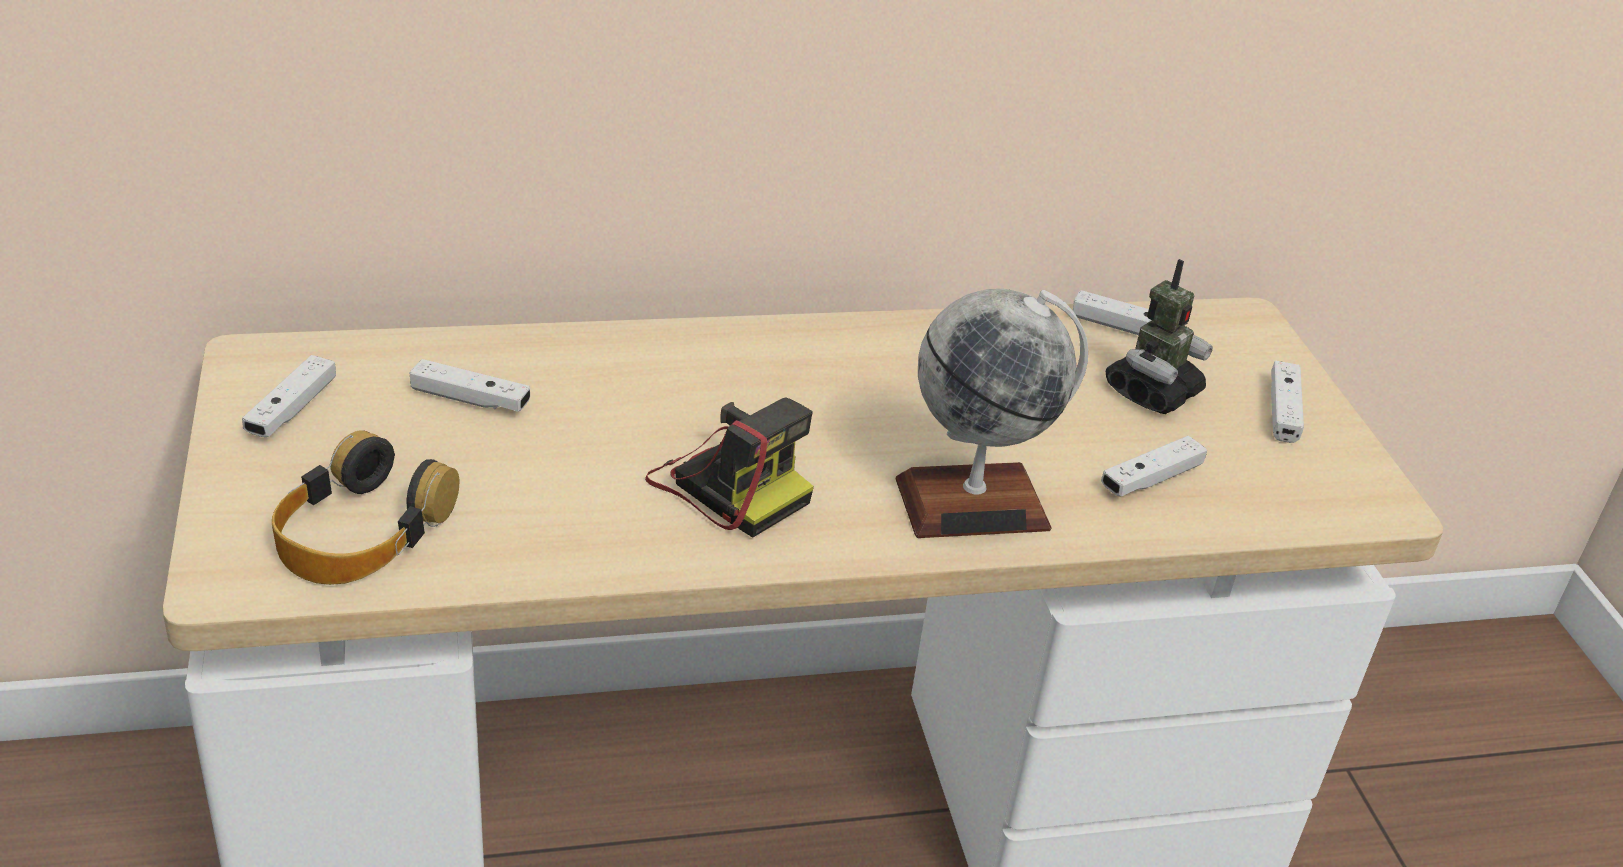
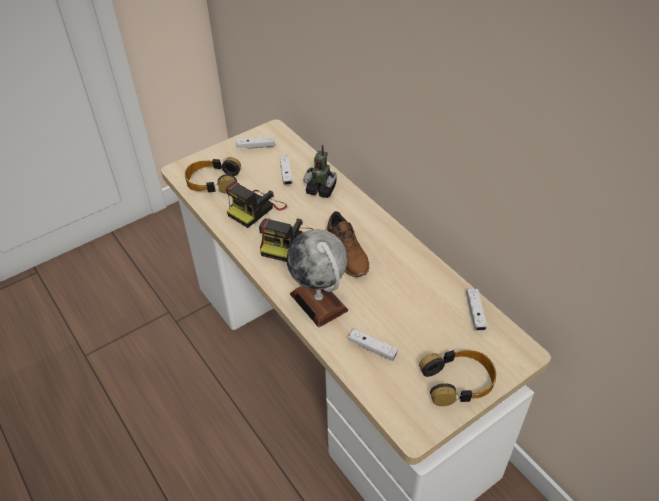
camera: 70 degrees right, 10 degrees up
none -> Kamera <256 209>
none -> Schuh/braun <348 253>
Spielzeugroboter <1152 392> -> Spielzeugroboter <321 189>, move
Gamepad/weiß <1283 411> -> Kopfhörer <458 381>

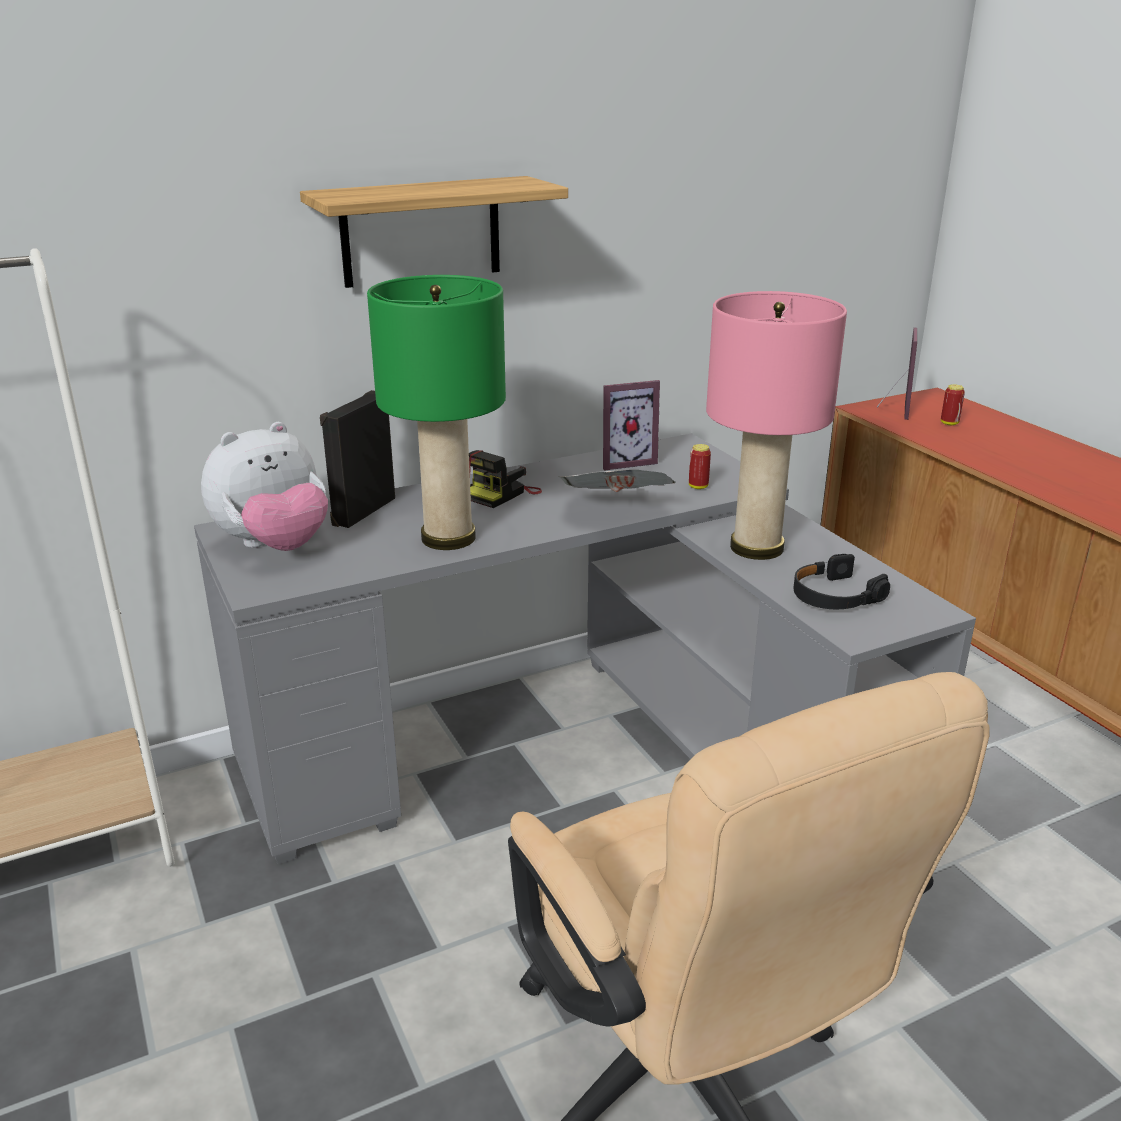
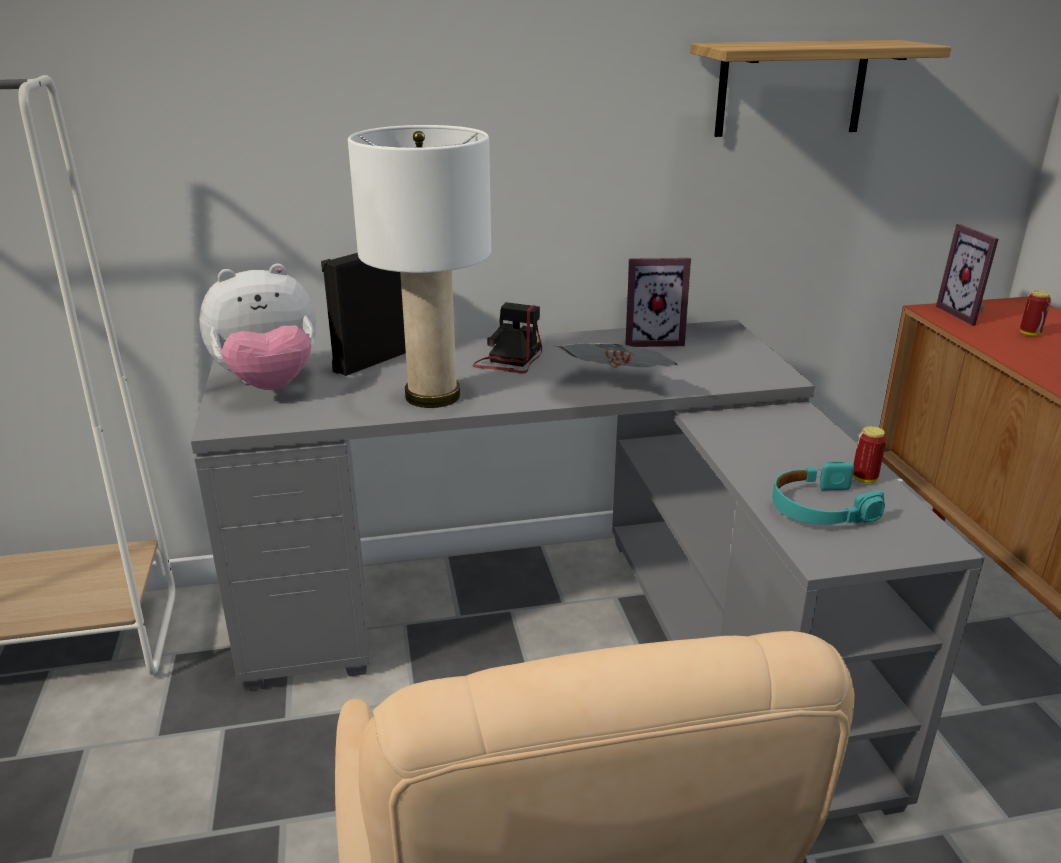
camera: 15 degrees right, 0 degrees up
Tischlampe/rosa <757 547> -> none
Wandregal <421 231> -> Wandregal <791 88>, move
Dose <698 487> -> Dose <864 479>, move
Tischlampe/grün <449 538> -> Tischlampe/weiß <433 396>
Kopfhörer/schwarz <834 595> -> Kopfhörer/türkis <820 508>
Kamera <502 494> -> Kamera <510 360>, 150 degrees clockwise
Bilderrahmen <892 410> -> Bilderrahmen <967 314>, 135 degrees clockwise

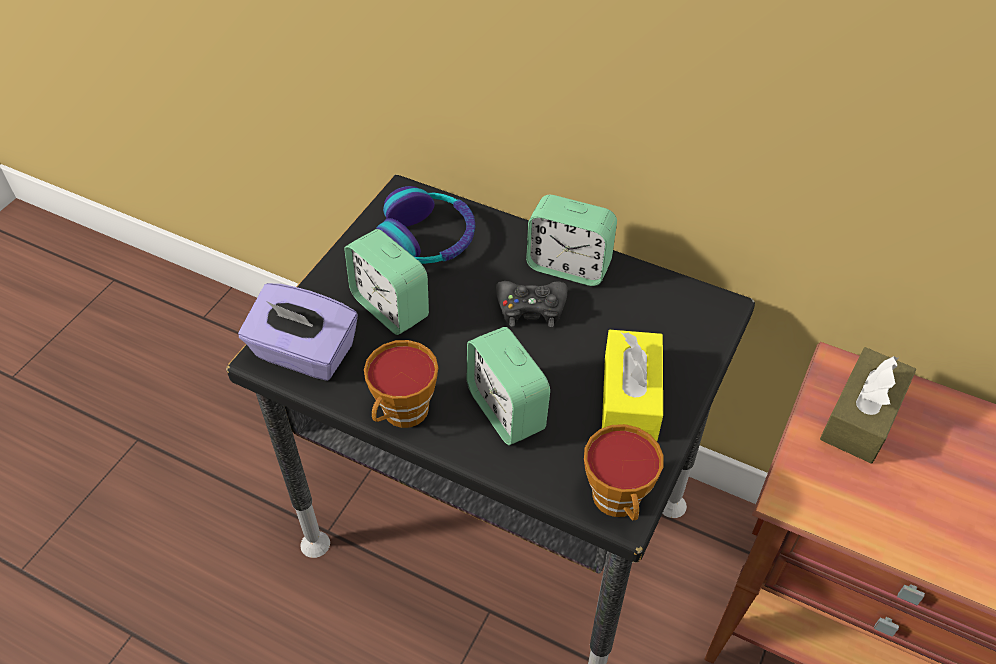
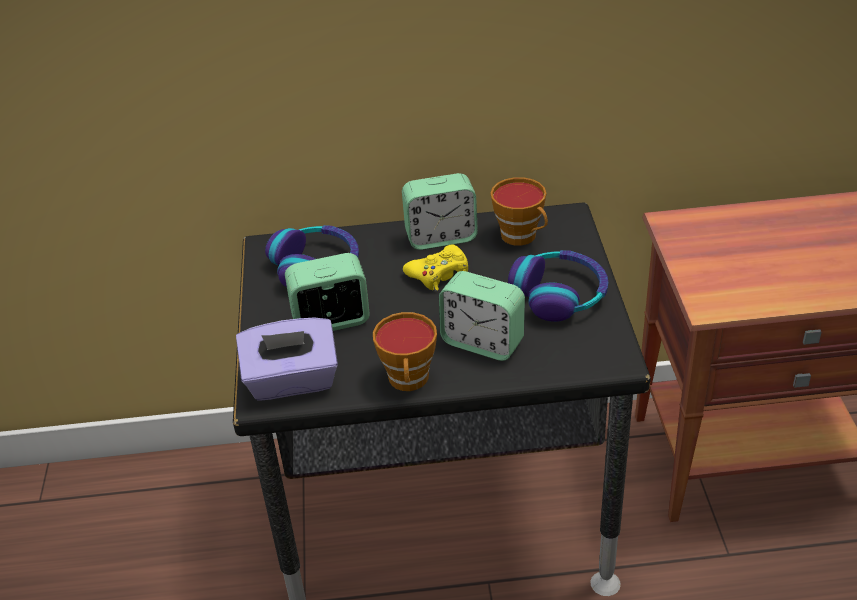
camera: 30 degrees left, 10 degrees down
Taschentuchbox/braun <861 416> -> none
Tasse <619 501> -> Tasse <522 236>, move
Taschentuchbox/gelb <630 397> -> Kopfhörer <560 294>
Gamepad/schwarz <531 308> -> Gamepad/gelb <439 274>
Wecker <390 307> -> Wecker <331 321>, 150 degrees clockwise

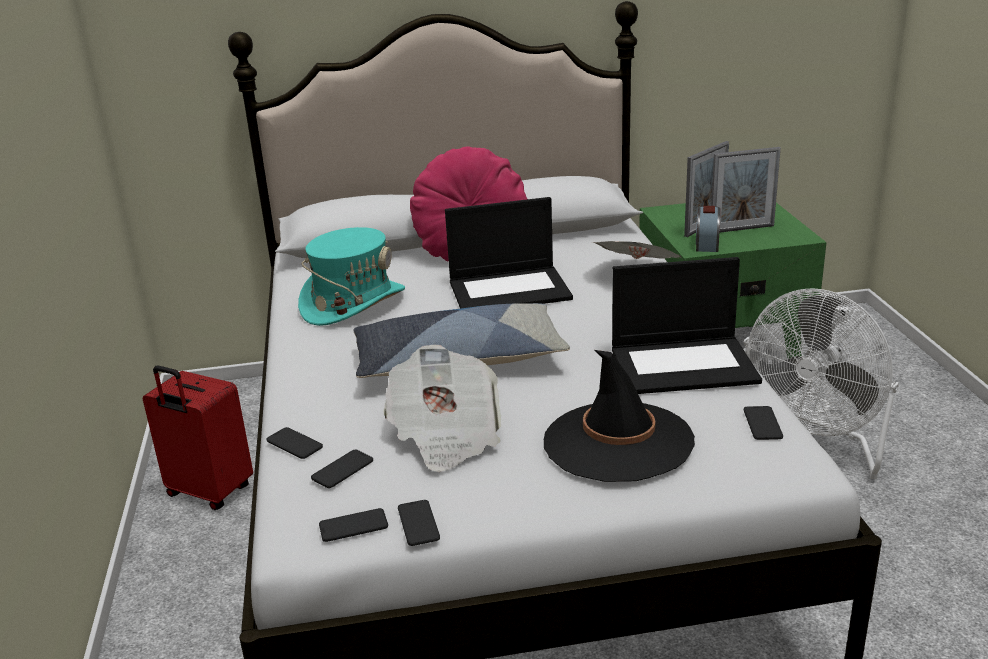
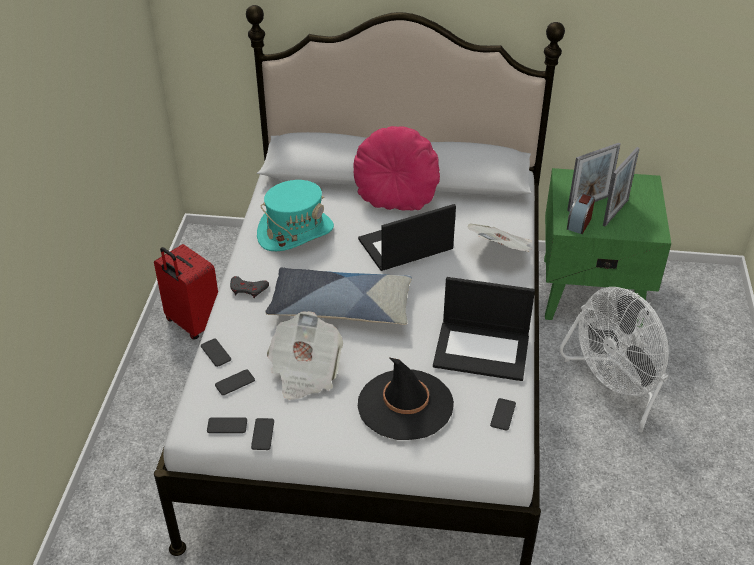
camera: 15 degrees right, 15 degrees up
none -> Gamepad/grau <248 289>
Laptop <510 289> -> Laptop <405 246>, 150 degrees clockwise
Bilderrahmen <742 229> -> Bilderrahmen <615 212>, 60 degrees counterclockwise

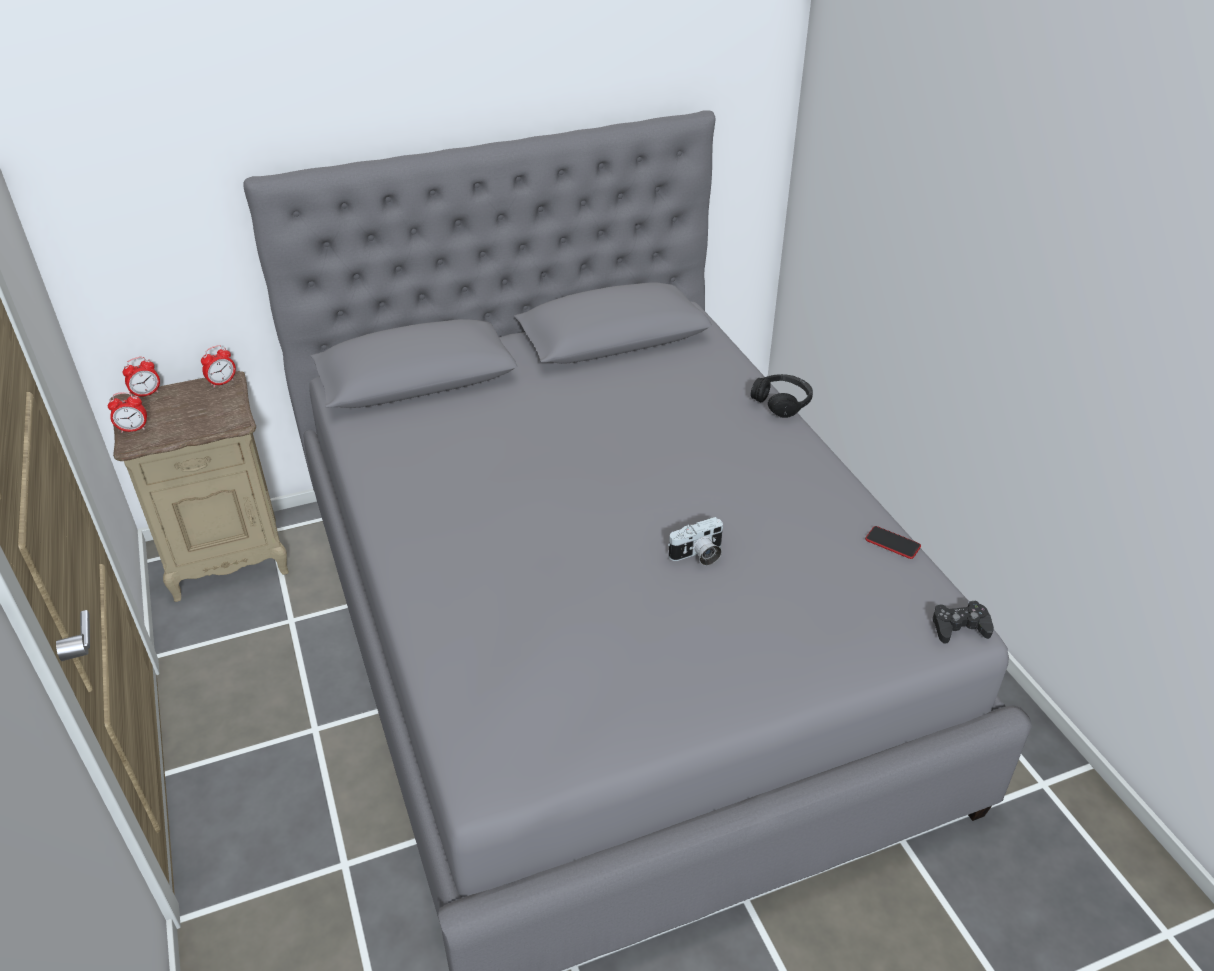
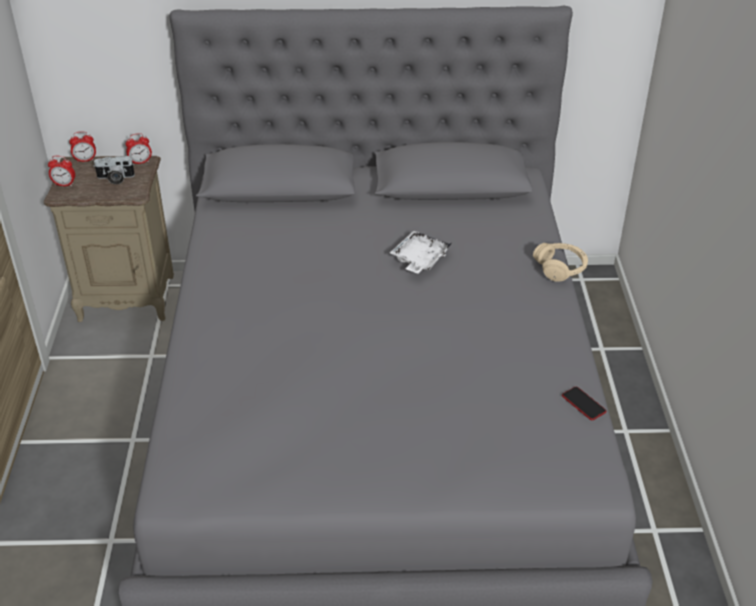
camera: 20 degrees right, 0 degrees up
Gamepad/schwarz <959 627> -> none
none -> Tablett/weiß <419 260>
Kamera <698 555> -> Kamera <115 178>, move
Kopfhörer/schwarz <782 402> -> Kopfhörer/beige <560 268>

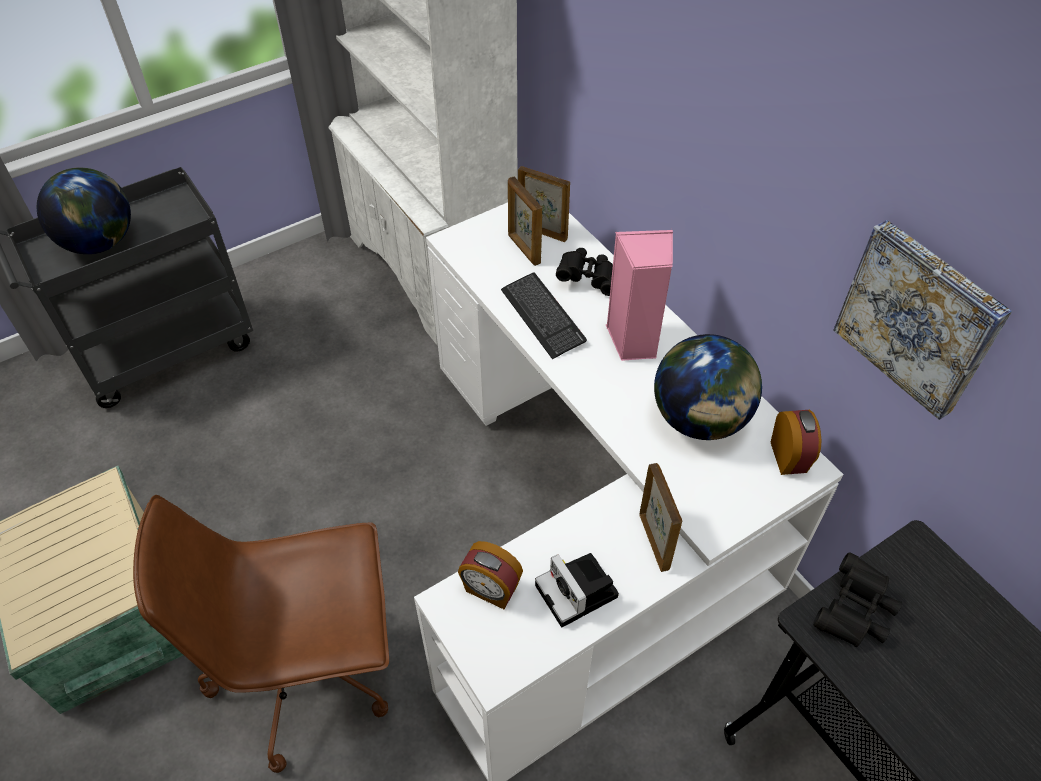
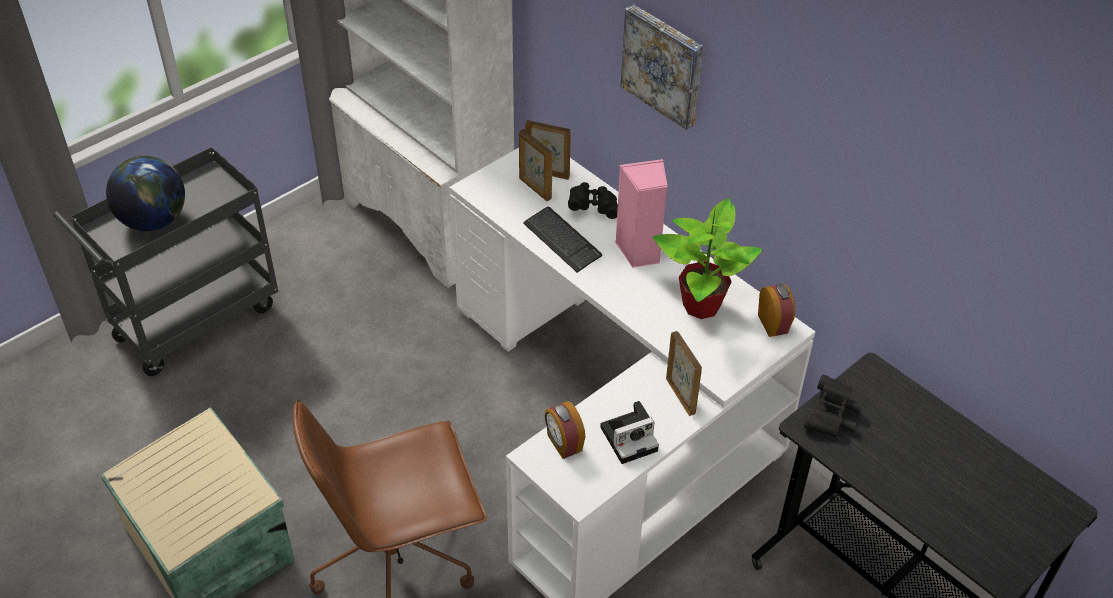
camera: 10 degrees left, 5 degrees down
Bild <919 317> -> Bild <664 65>, move
Globus <700 419> -> Topfpflanze <701 304>
Wecker <491 590> -> Wecker <563 443>, 45 degrees clockwise
Kamera <579 593> -> Kamera <630 437>, 75 degrees counterclockwise

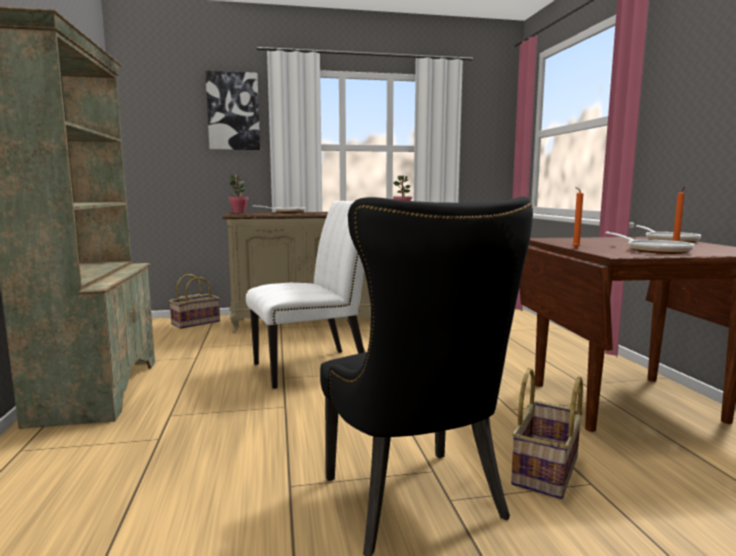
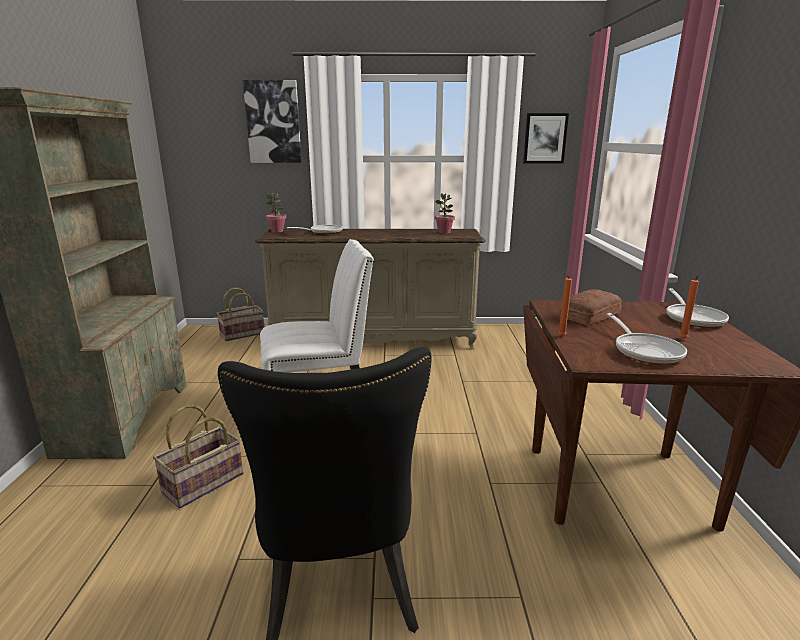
camera: 10 degrees right, 10 degrees up
none -> Bild <545 138>
none -> Brot <588 315>
Korb <547 471> -> Korb <203 483>, move

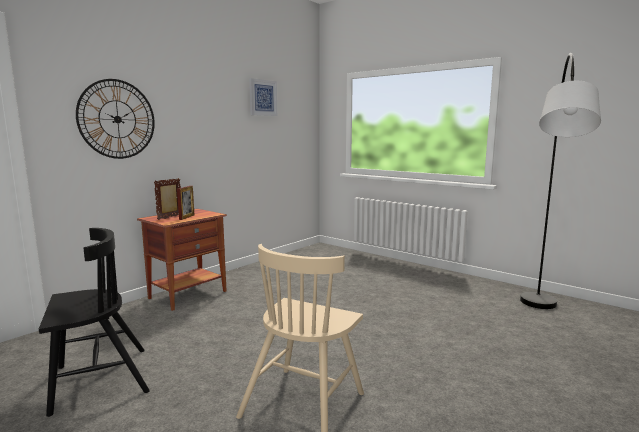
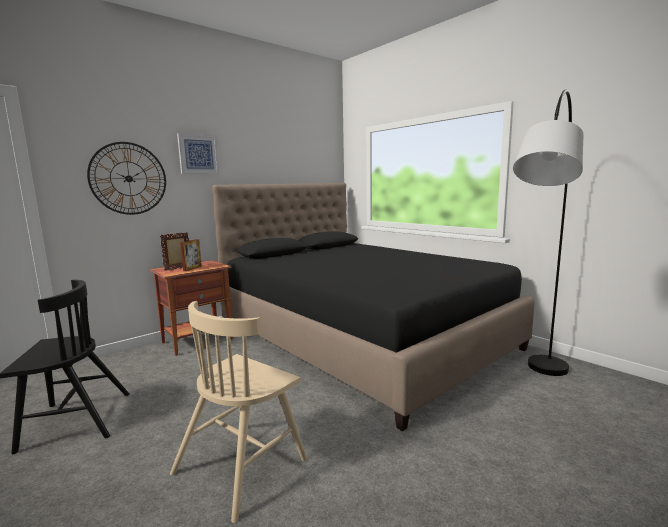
camera: 10 degrees right, 0 degrees up
none -> Bett/schwarz <360 336>
Bild <262 98> -> Bild <198 154>, move

